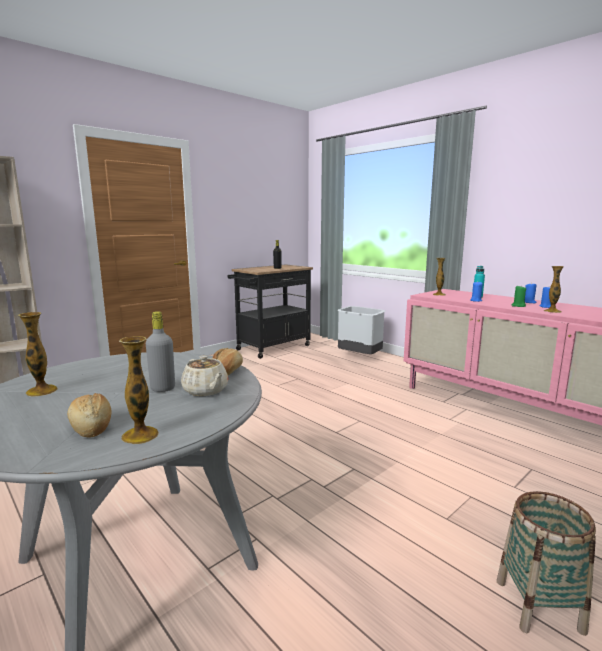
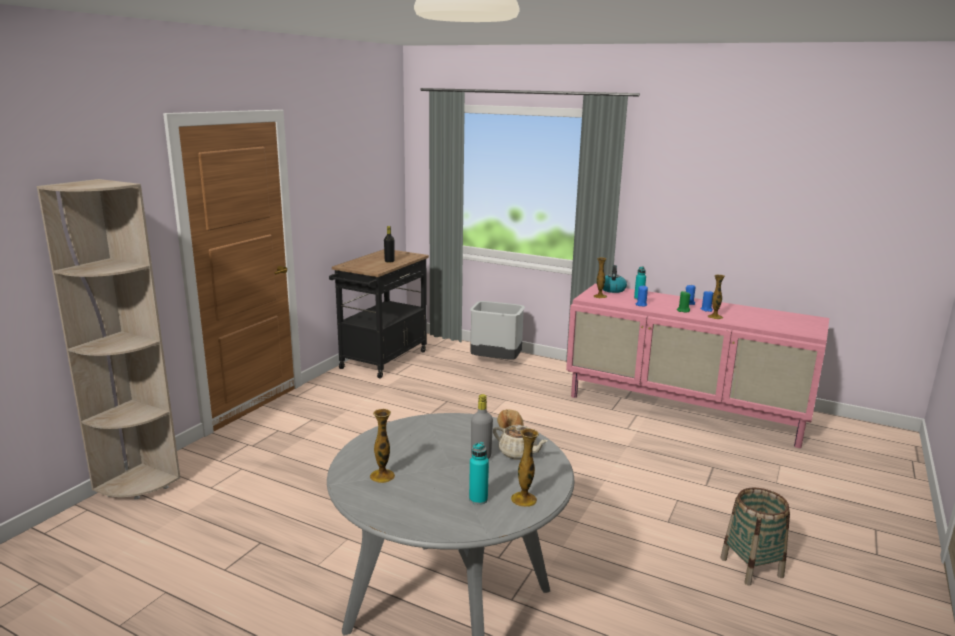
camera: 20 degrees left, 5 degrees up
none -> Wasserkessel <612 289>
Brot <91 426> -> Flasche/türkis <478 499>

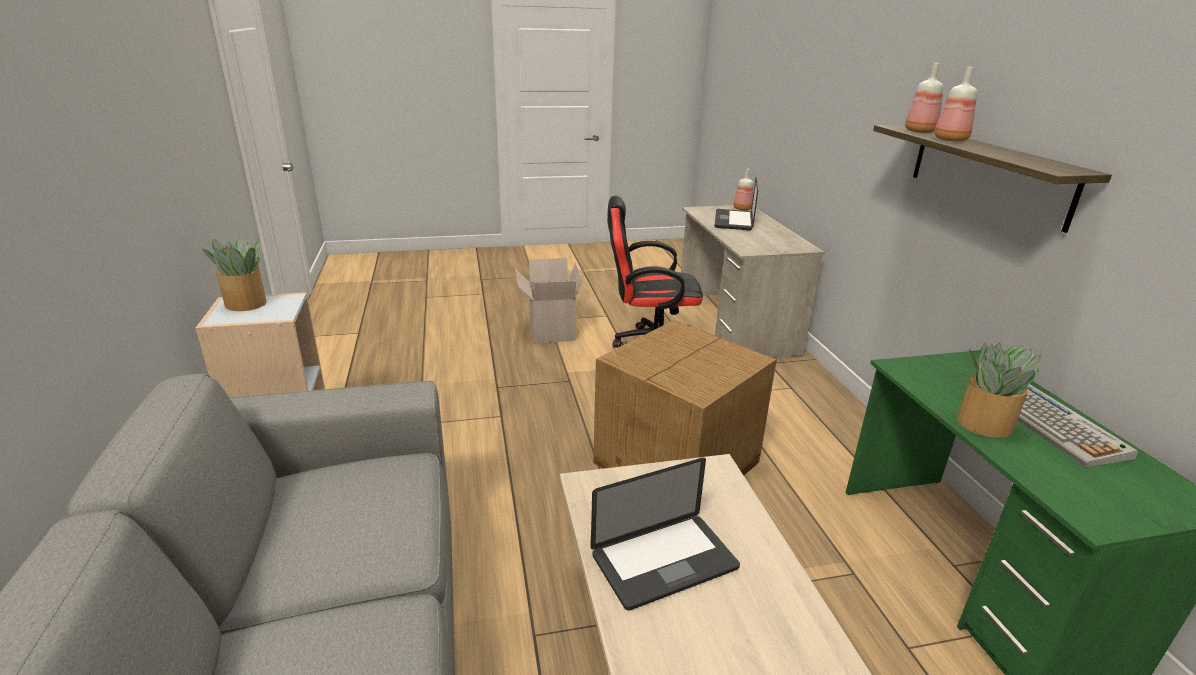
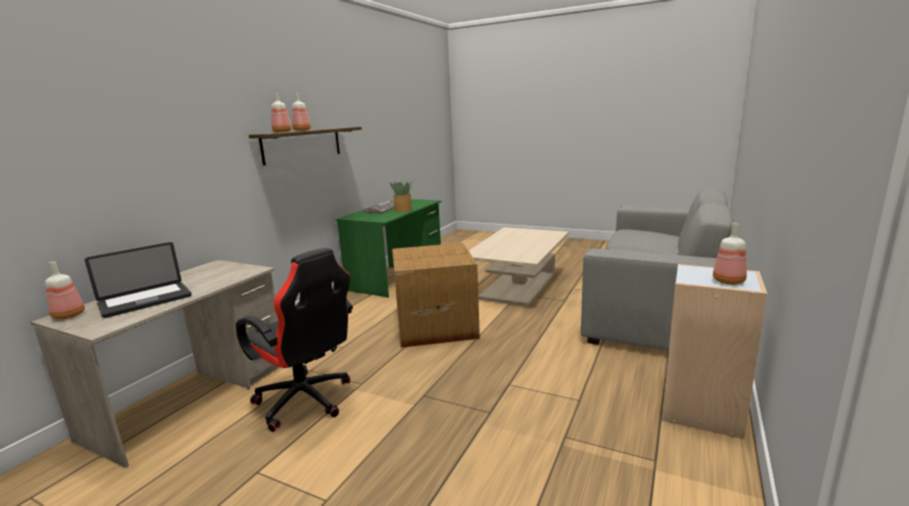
camera: 140 degrees left, 10 degrees down
Karton <550 331> -> none
Laptop <664 562> -> none
Topfpflanze <246 304> -> Flasche <729 281>

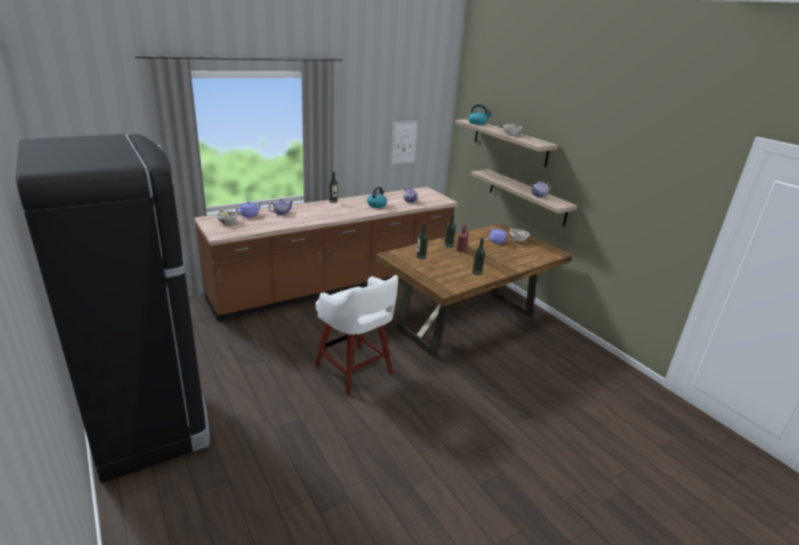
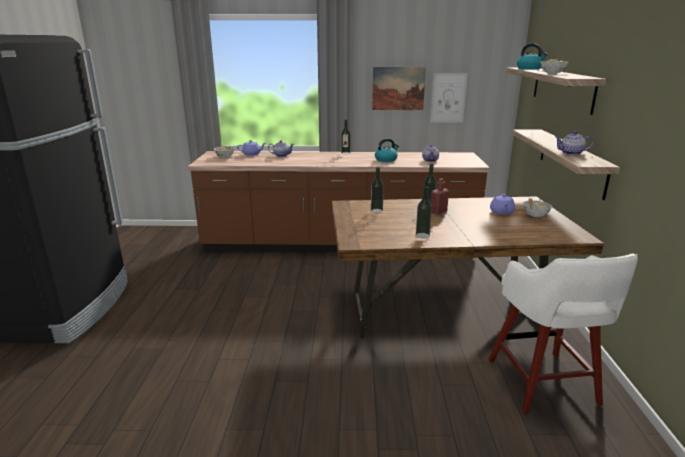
camera: 35 degrees right, 5 degrees down
none -> Bild <398 88>
Hocker/weiß <355 371> -> Hocker/weiß <543 384>, move

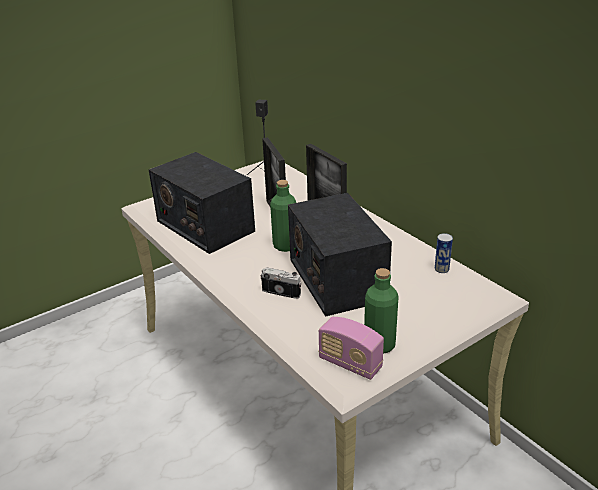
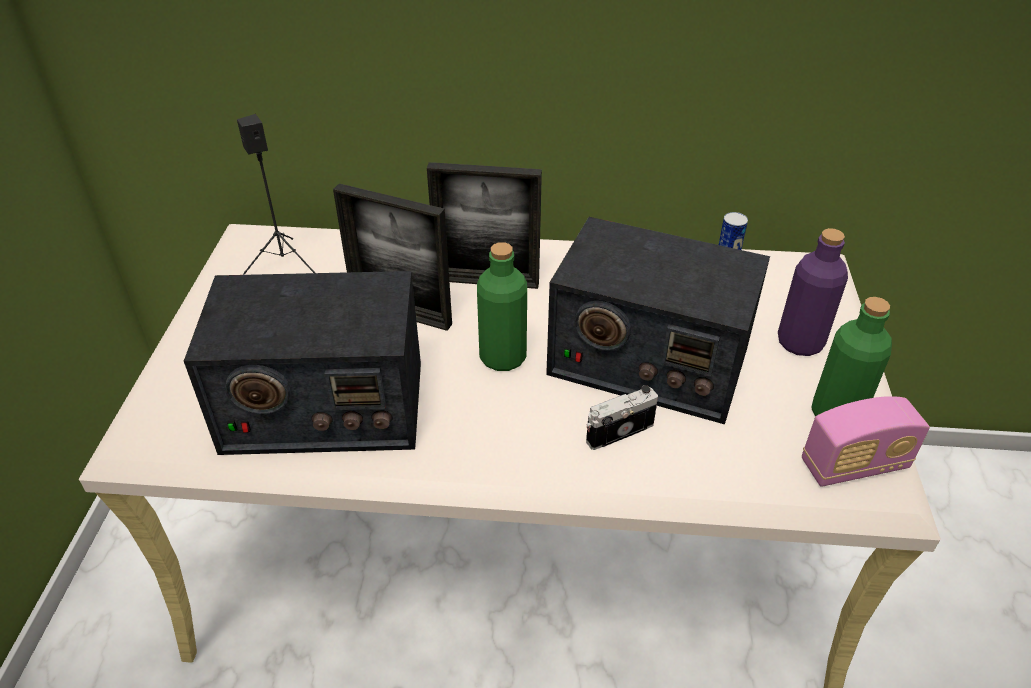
camera: 50 degrees left, 10 degrees up
none -> Flasche/lila <800 342>

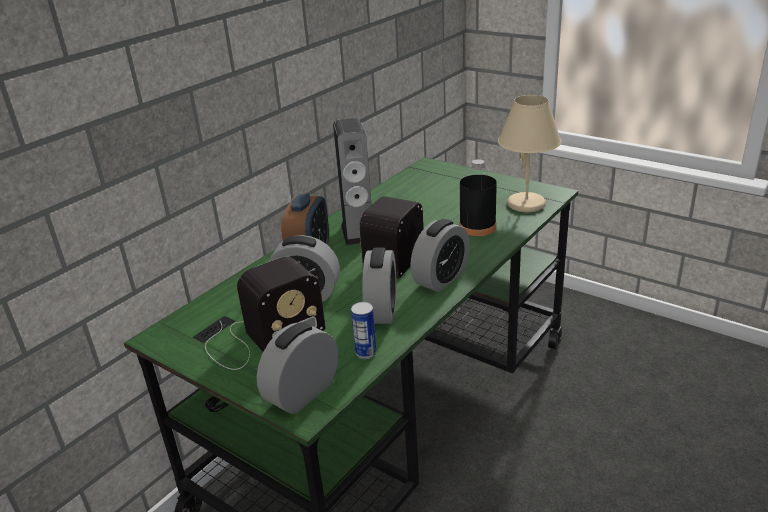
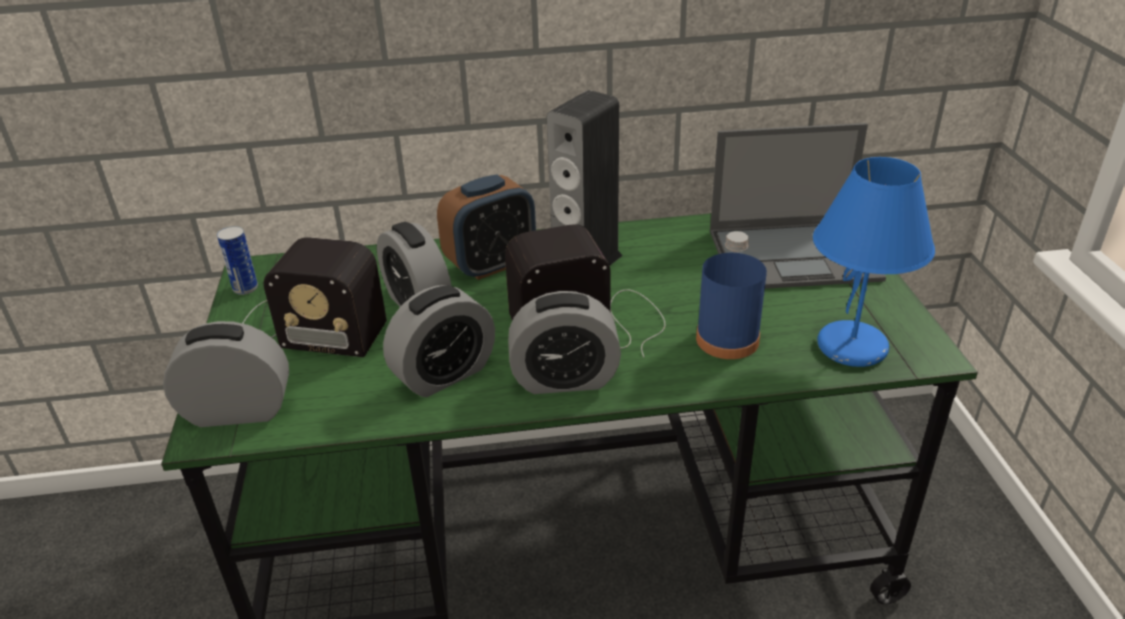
camera: 45 degrees right, 5 degrees up
none -> Laptop <795 255>
Dose <366 353> -> Dose <245 288>, move
Flasche/schwarz <477 227> -> Flasche/blau <727 339>
Tischlampe/beige <527 205> -> Tischlampe/blau <852 348>

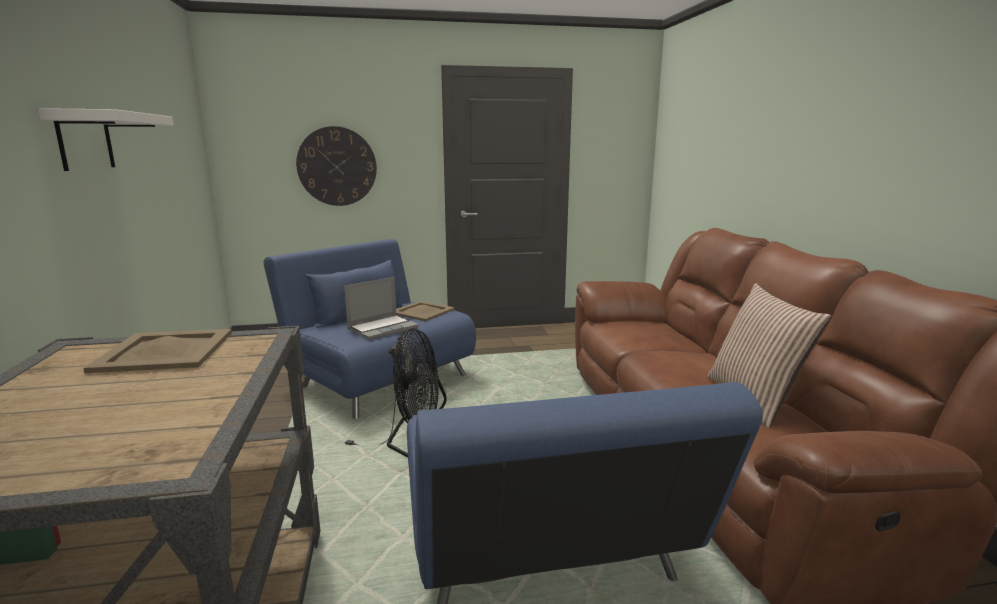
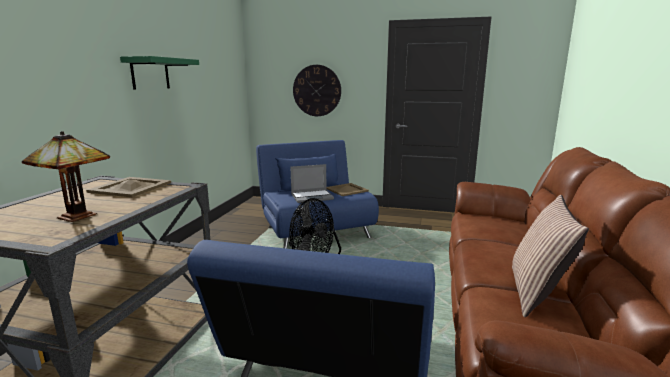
camera: 25 degrees right, 0 degrees up
none -> Tischlampe <78 215>
Wandregal/weiß <85 141> -> Wandregal/grün <150 73>

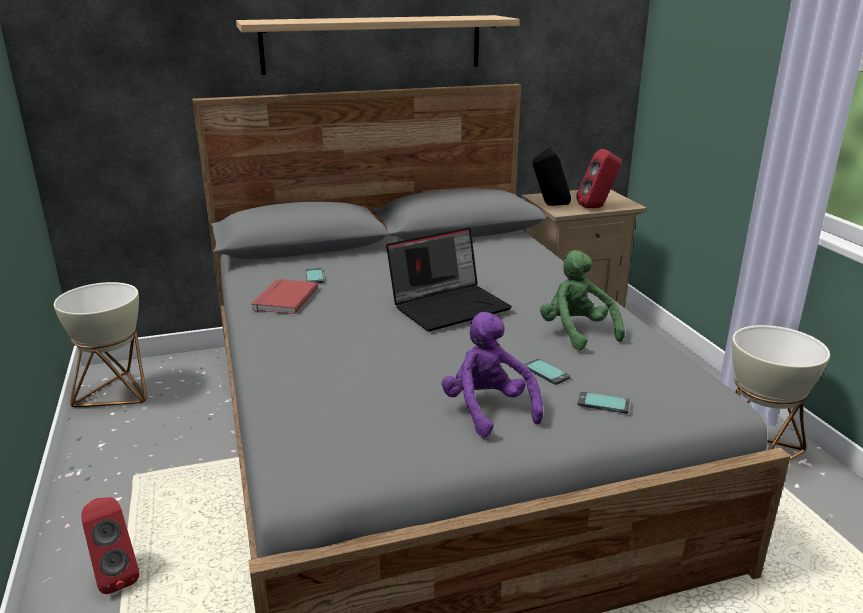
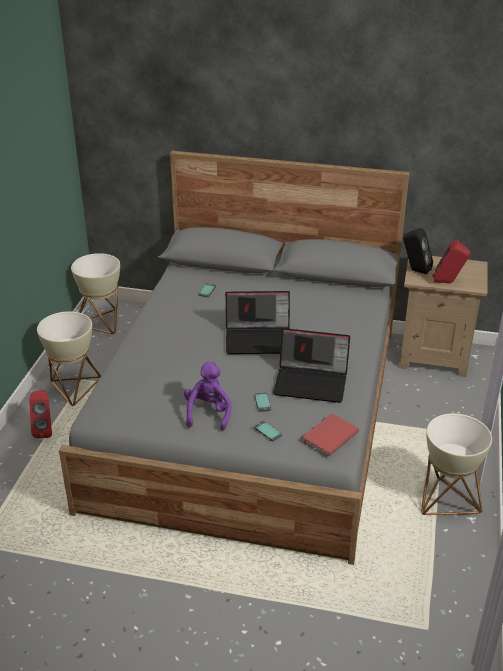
camera: 30 degrees right, 10 degrees up
Wandregal <373 44> -> none
none -> Pflanzkübel <74 387>
Buch/rot <283 299> -> Buch/rot <328 436>, move
Plüschtier/grün <576 332> -> Laptop <312 382>

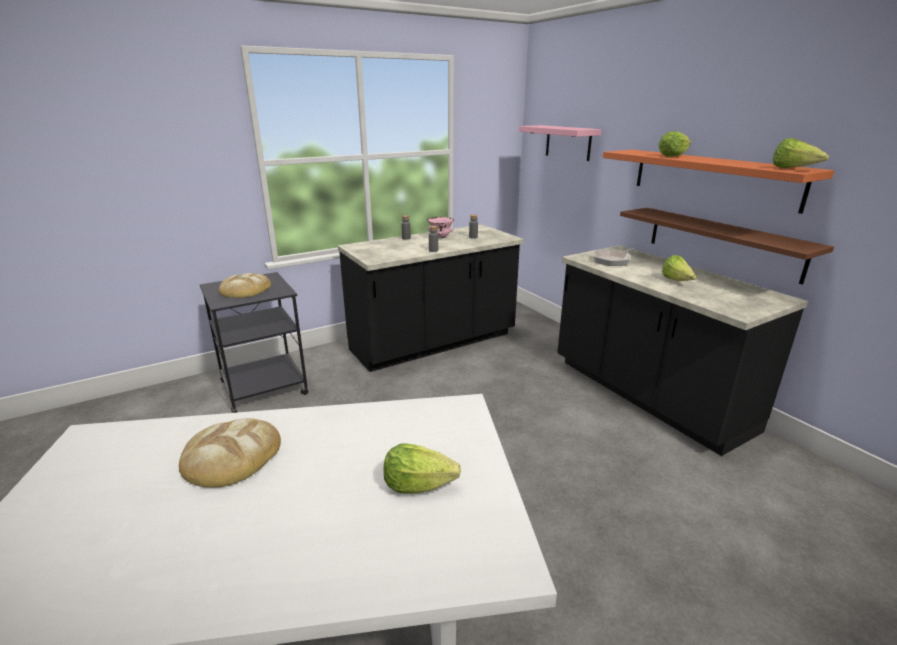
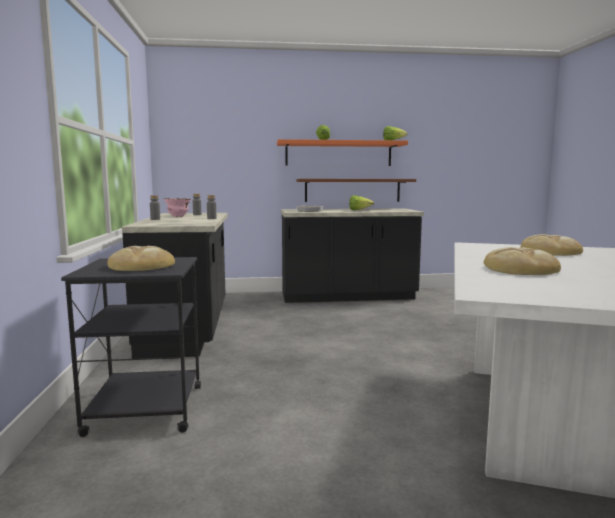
camera: 65 degrees left, 15 degrees down
Wandregal/rosa <568 142> -> none
Salatkopf <417 485> -> Brot <549 252>

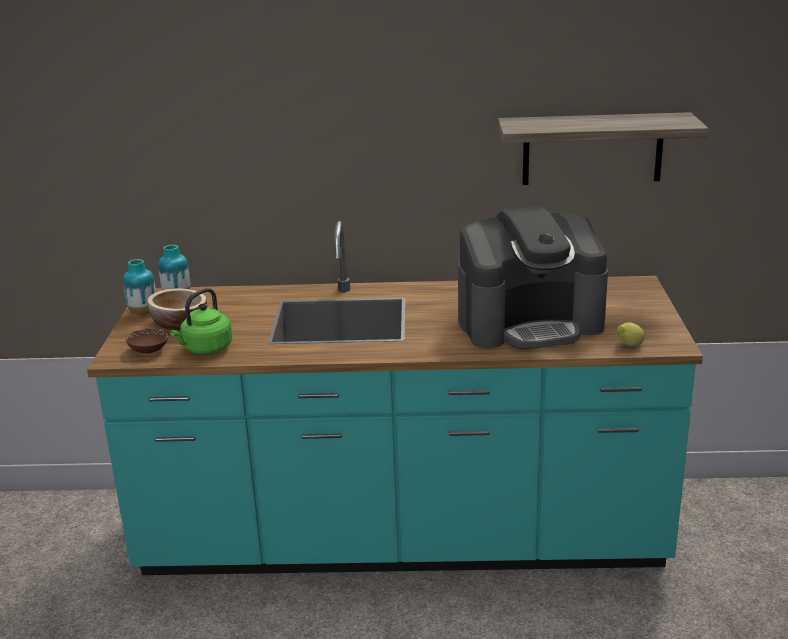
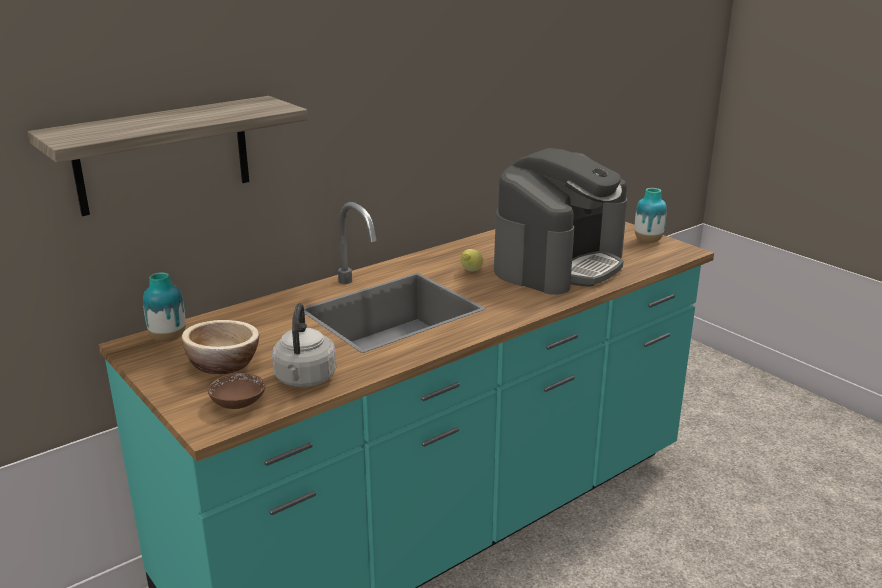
camera: 40 degrees left, 0 degrees up
Vase <143 312> -> Vase <648 241>, move
Wandregal <592 149> -> Wandregal <163 155>, move
Zitrone <629 346> -> Zitrone <470 271>, move
Wasserkessel/grün <205 349> -> Wasserkessel/grau <305 380>

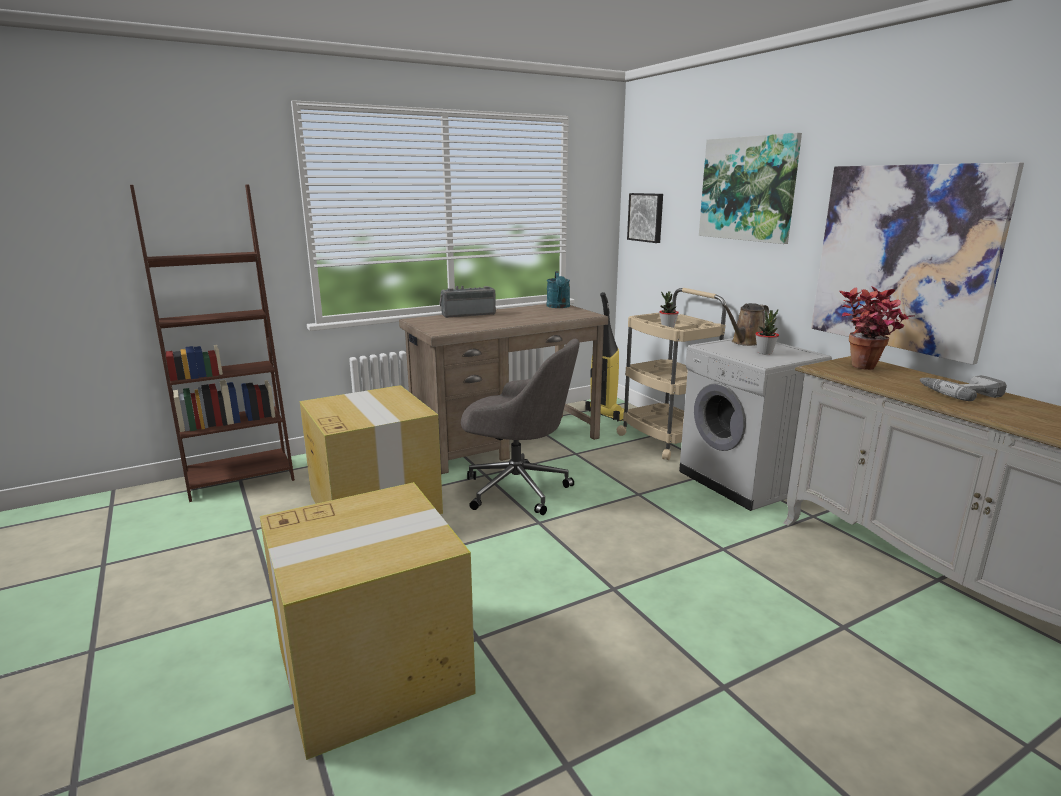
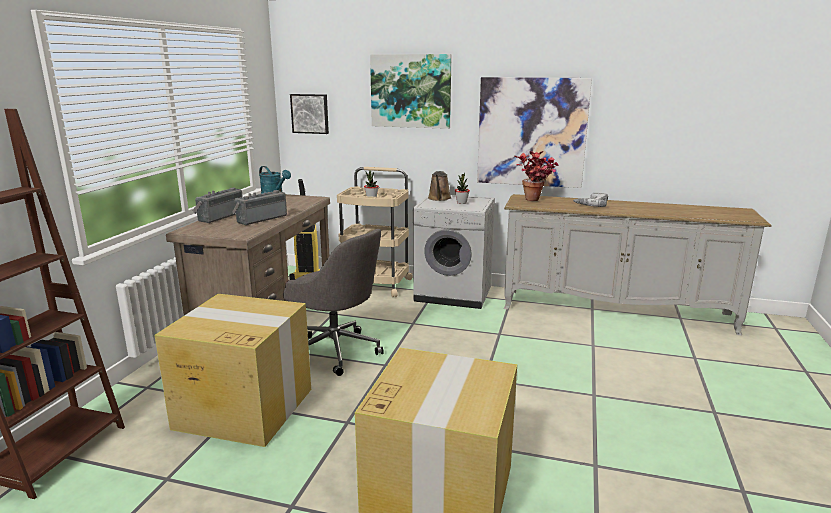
camera: 45 degrees left, 0 degrees up
none -> Radio <260 219>
Bürostuhl/grau <518 490> -> Bürostuhl/grau <336 351>, 60 degrees clockwise

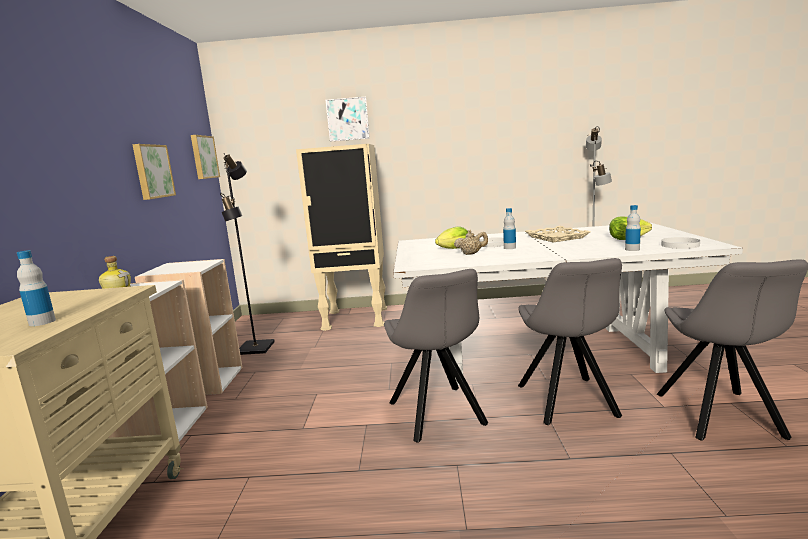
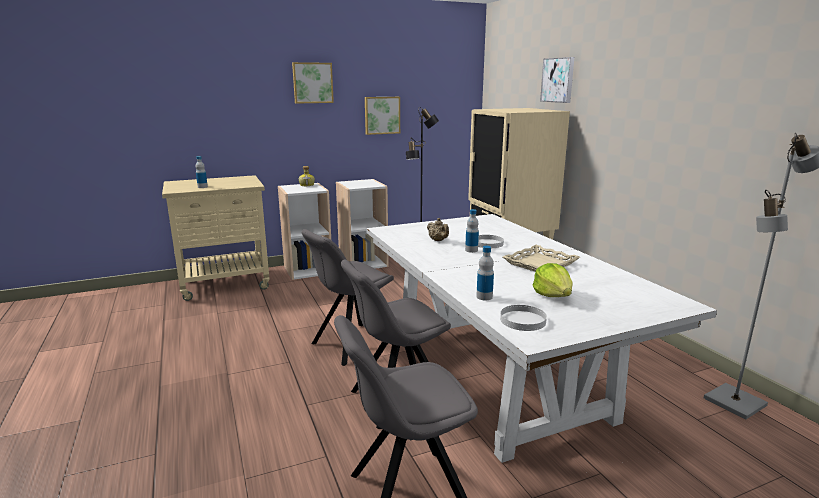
camera: 65 degrees right, 5 degrees up
Salatkopf <453 249> -> none
Bild <203 157> -> Bild <312 83>, move

